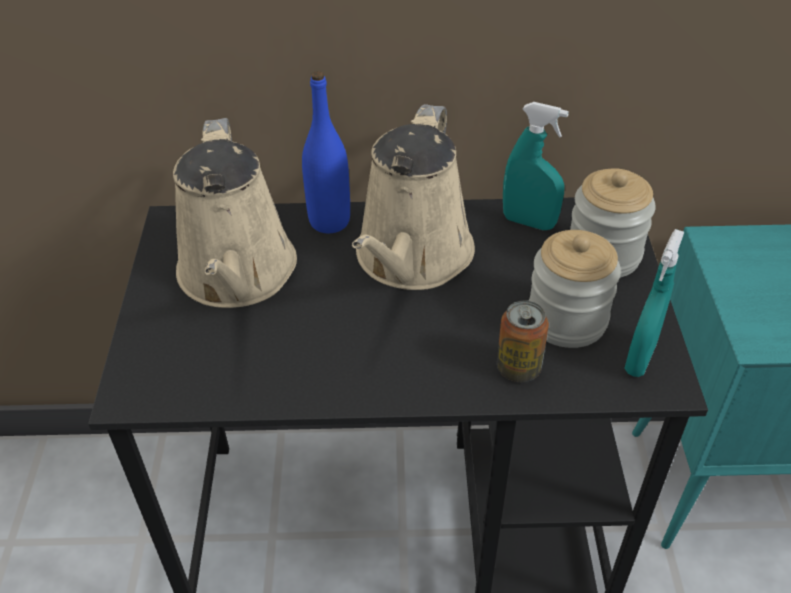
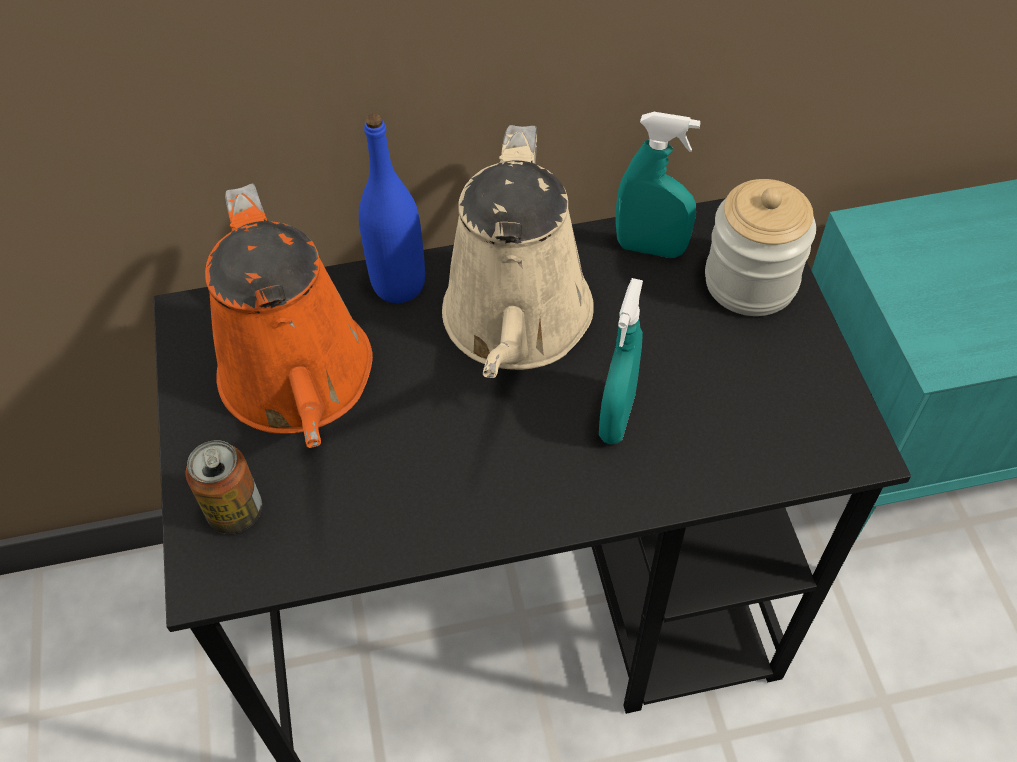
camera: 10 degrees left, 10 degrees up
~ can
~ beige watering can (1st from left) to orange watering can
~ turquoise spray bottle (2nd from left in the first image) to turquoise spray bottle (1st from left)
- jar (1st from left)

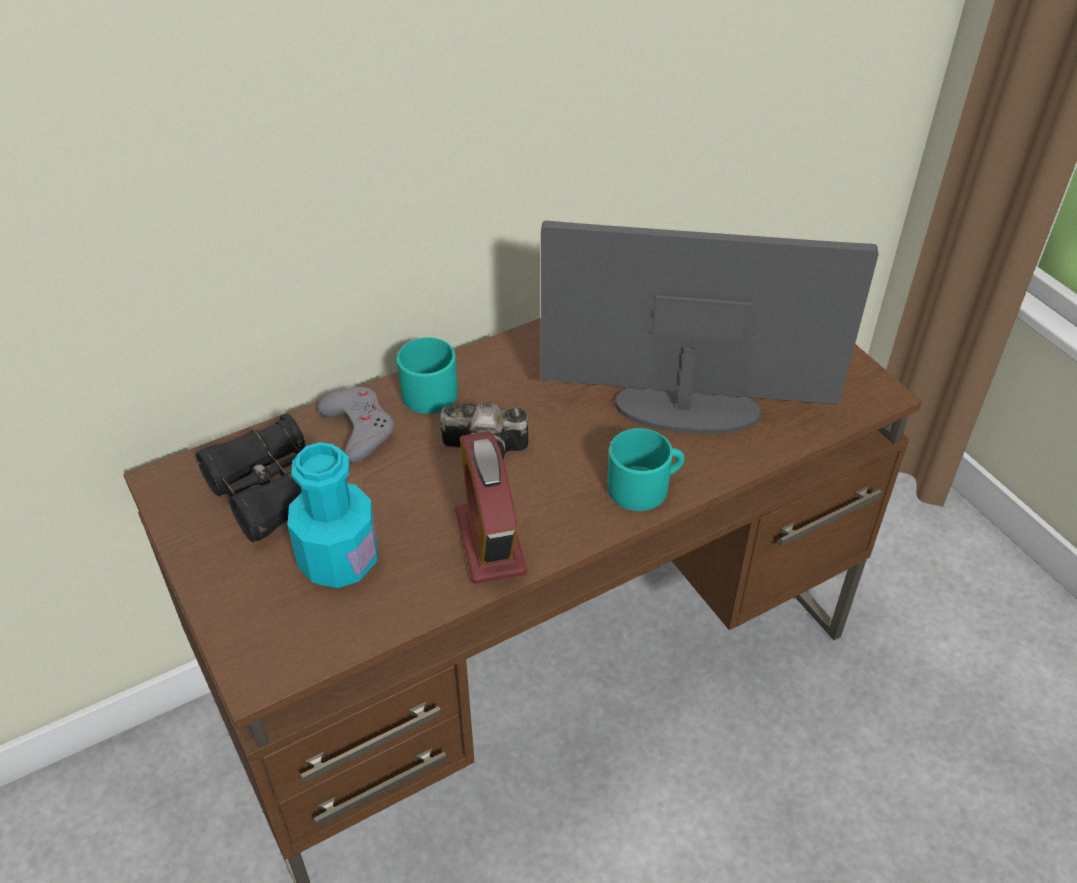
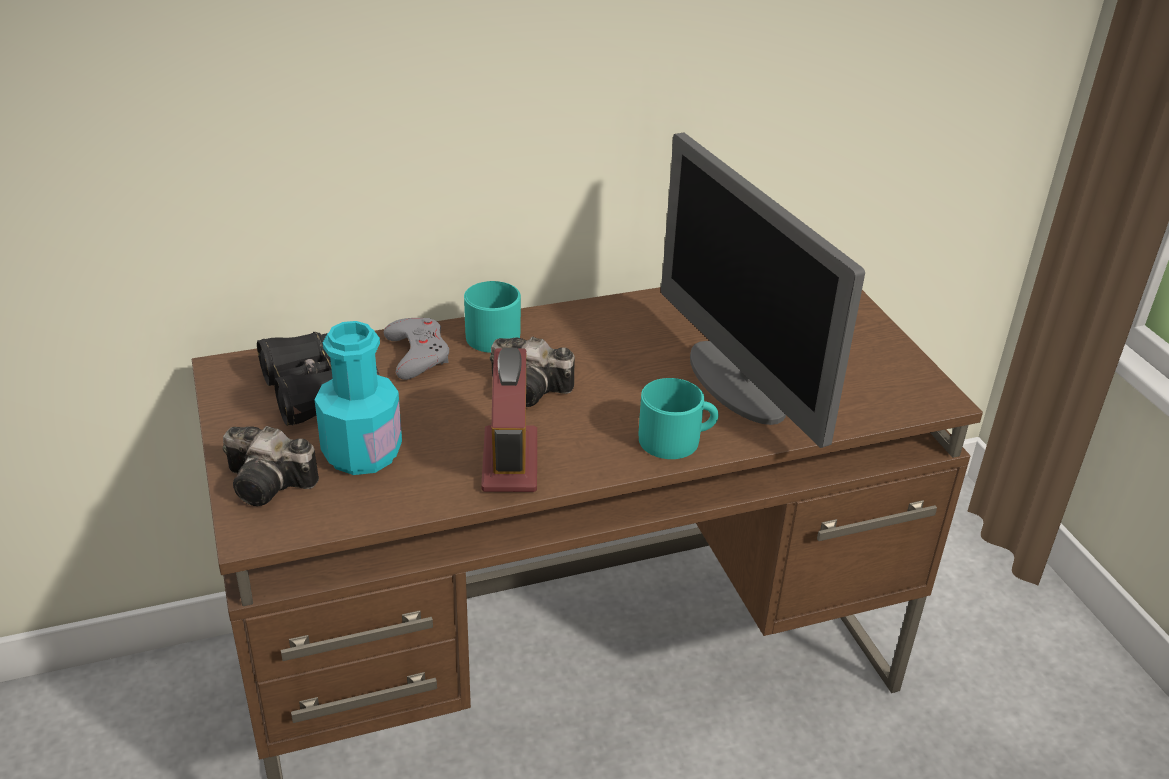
camera: 10 degrees right, 10 degrees down
+ photo camera (1st from left)
~ monitor 135 degrees counterclockwise

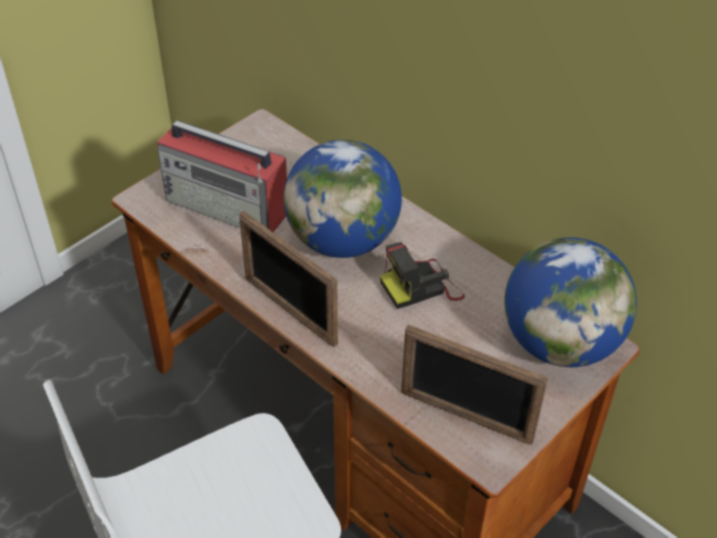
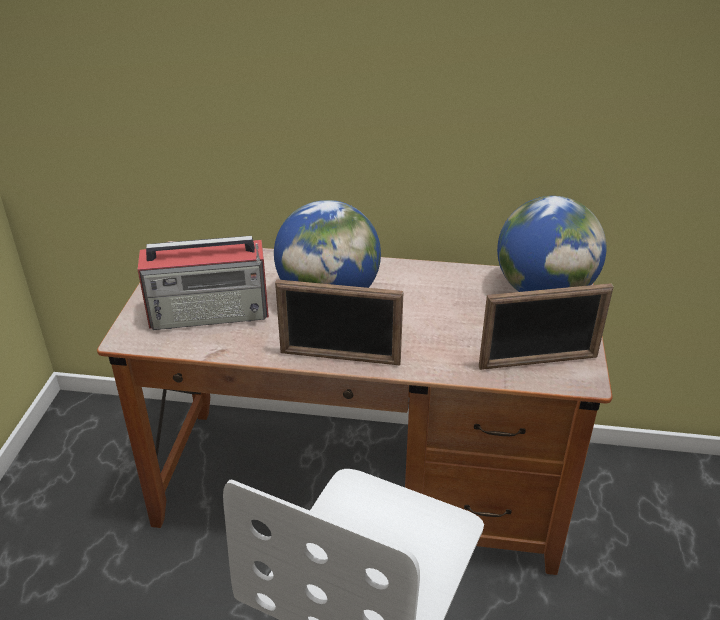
camera: 35 degrees left, 10 degrees down
- photo camera

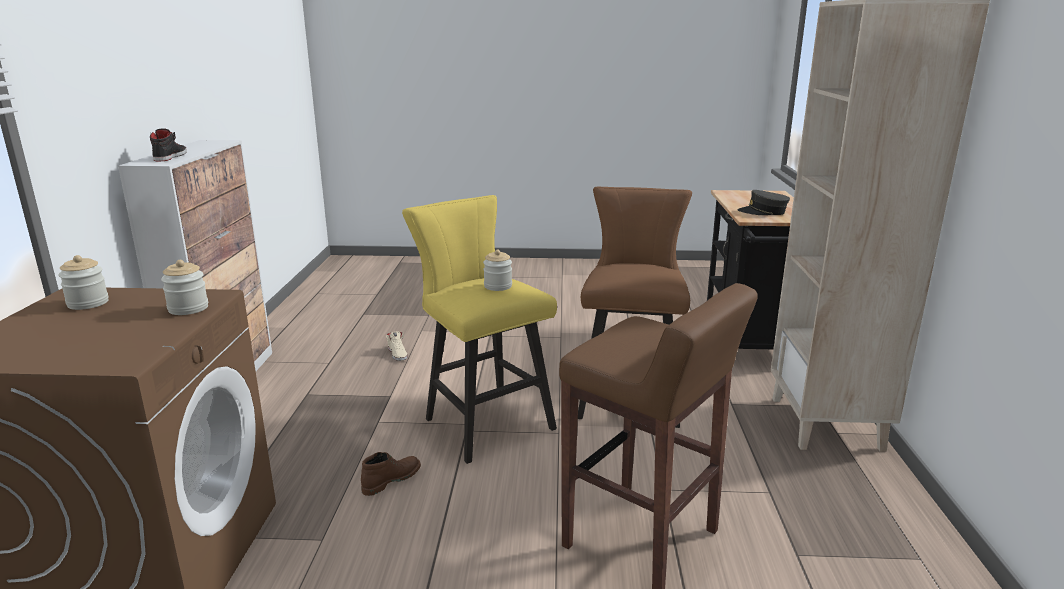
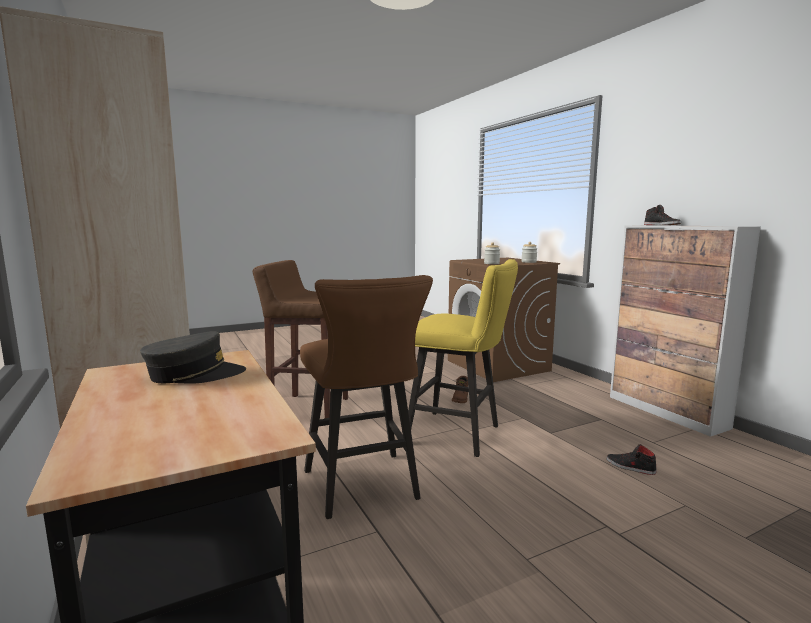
camera: 150 degrees right, 10 degrees down
~ beige shoe to black shoe (1st from left)
- jar (3rd from left)

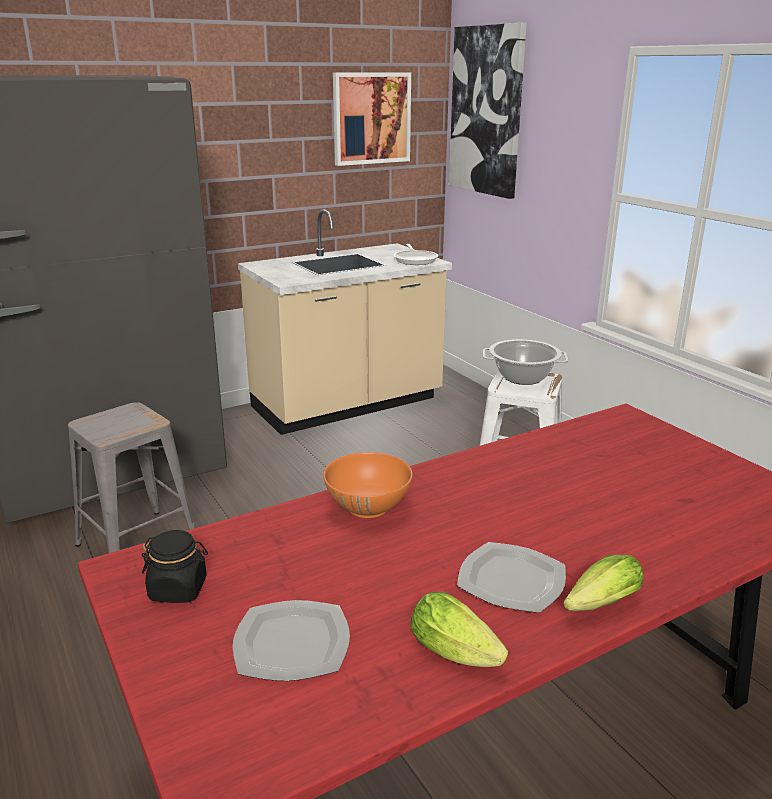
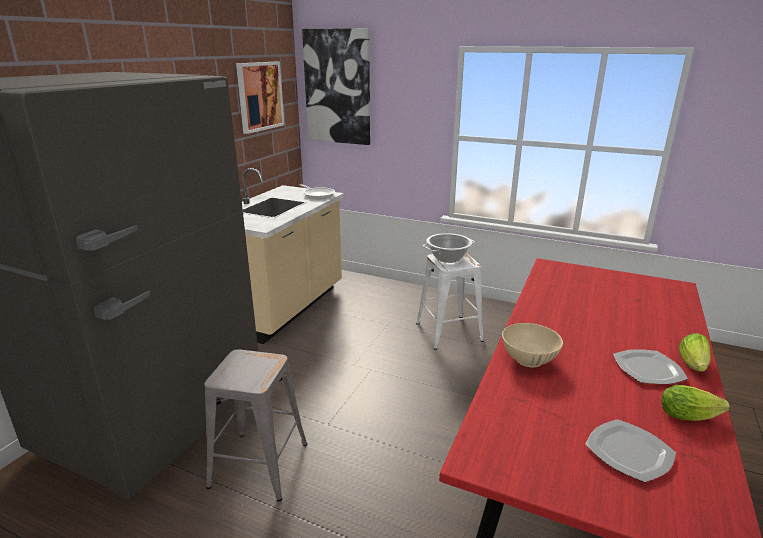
camera: 35 degrees left, 0 degrees up
~ orange bowl to beige bowl
- black jar

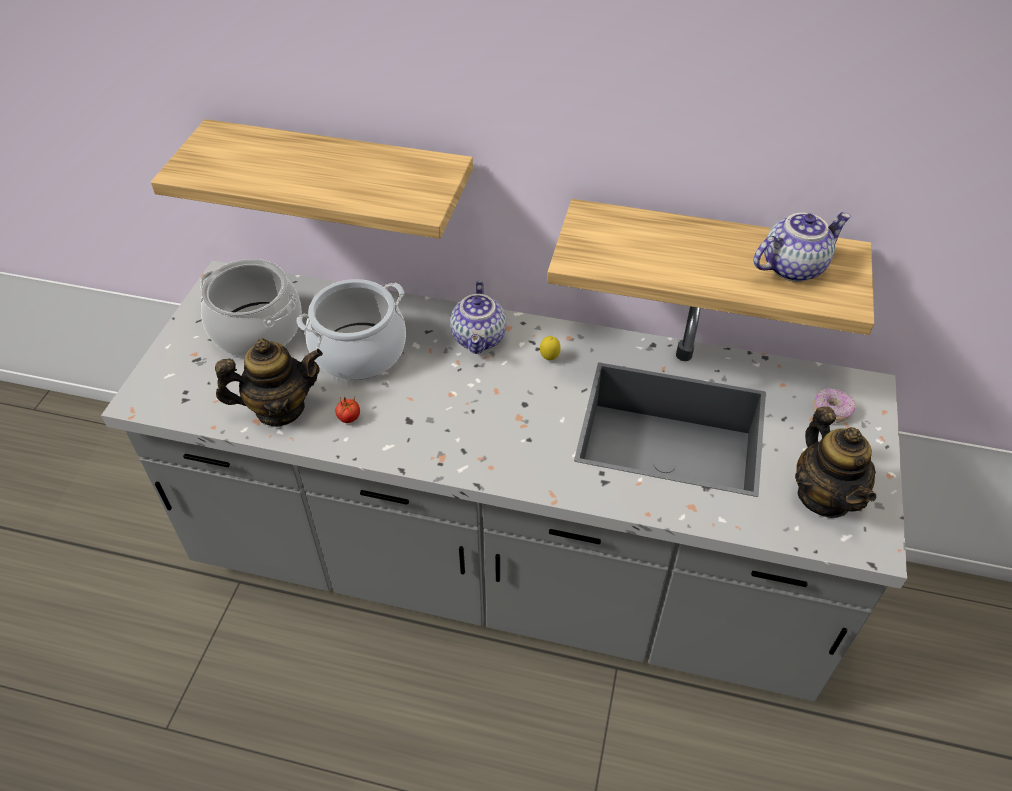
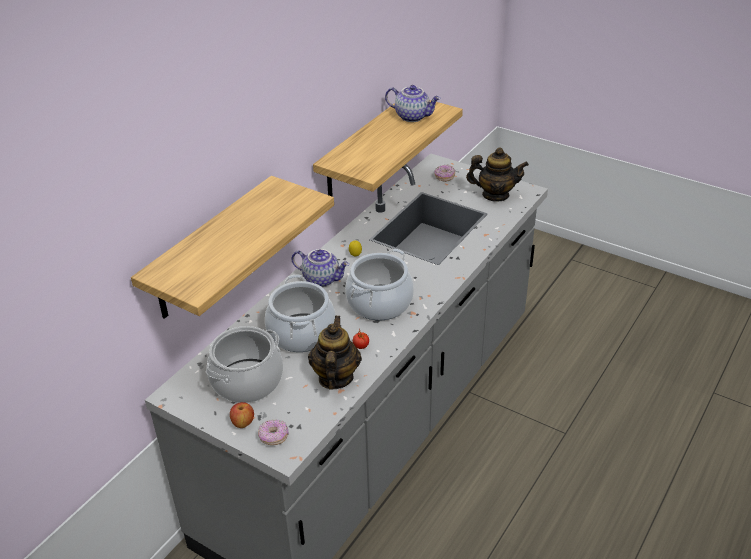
camera: 70 degrees left, 10 degrees down
+ apple
+ donut (1st from left)
+ cooking pot (3rd from left)
~ teapot (3rd from left) 120 degrees clockwise

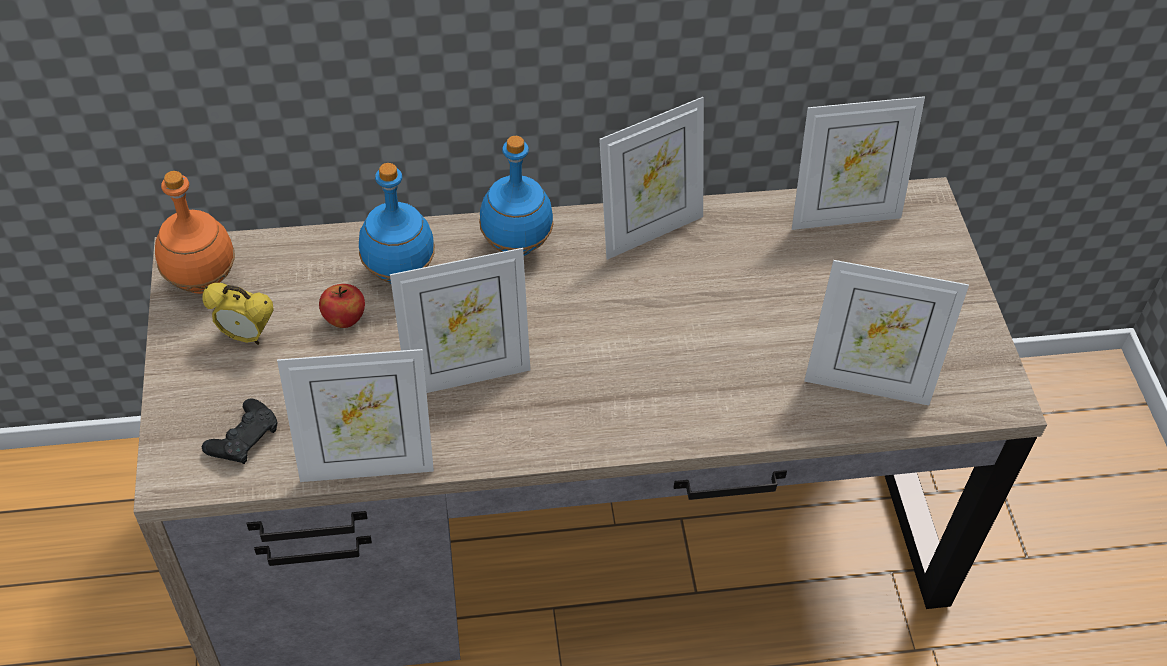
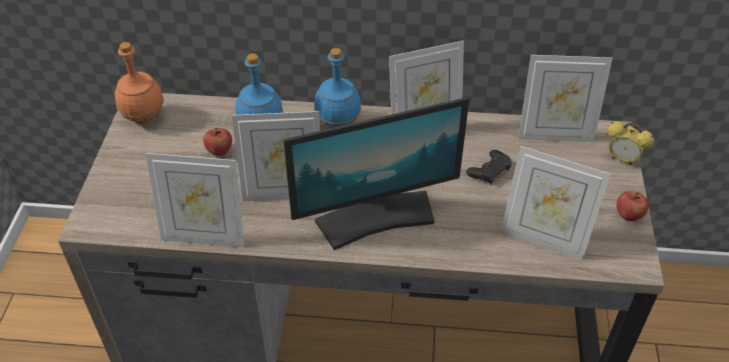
camera: 15 degrees right, 5 degrees down
+ monitor
~ black game controller
~ alarm clock
+ apple (2nd from left)

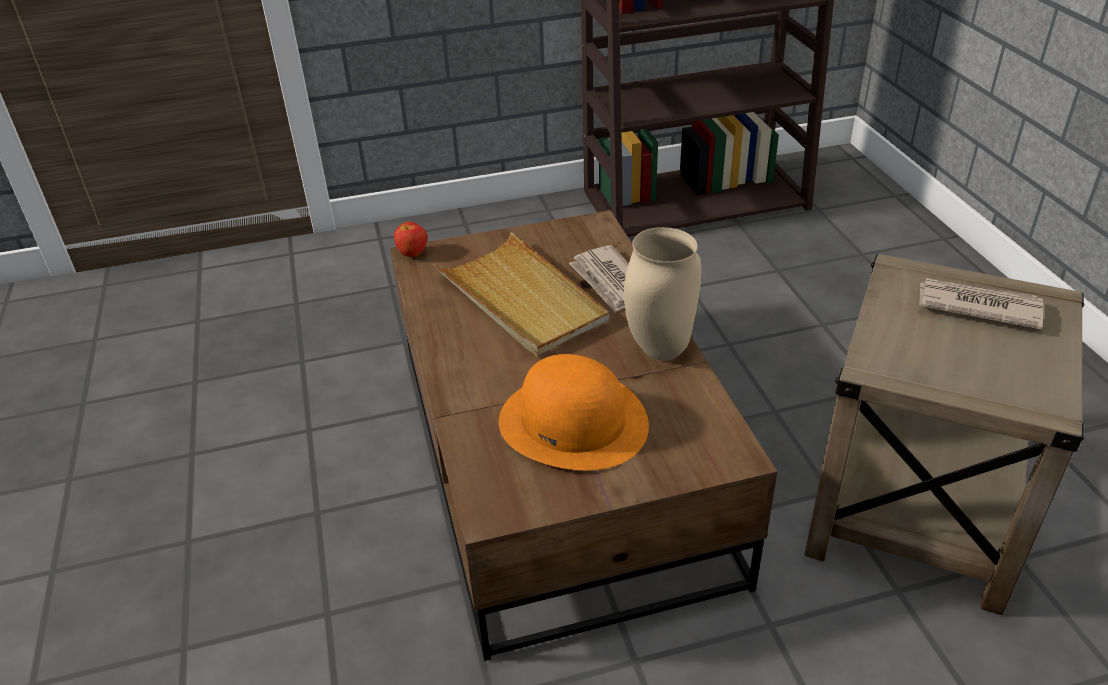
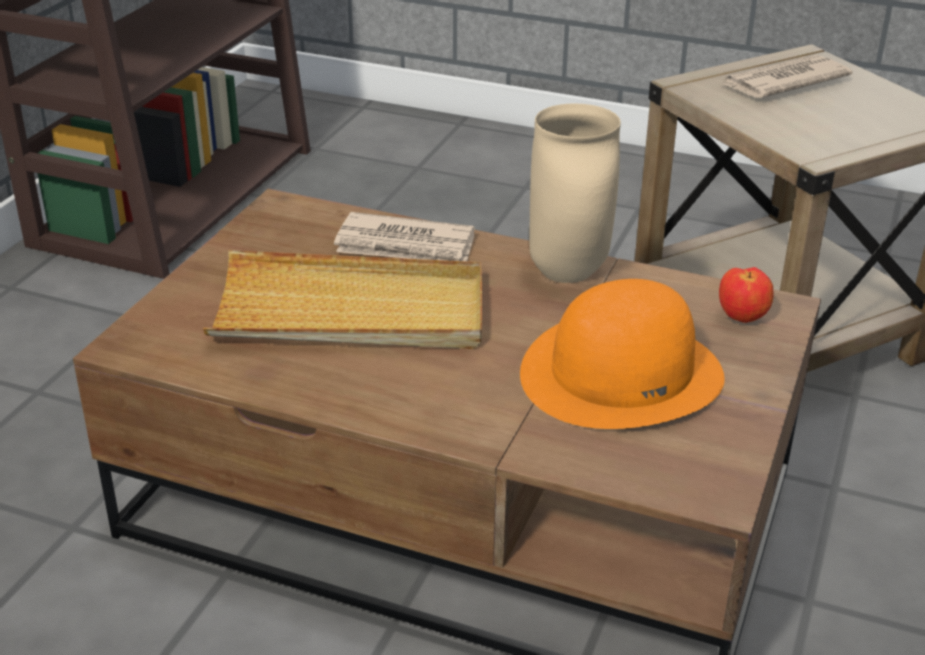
camera: 55 degrees left, 5 degrees down
~ apple

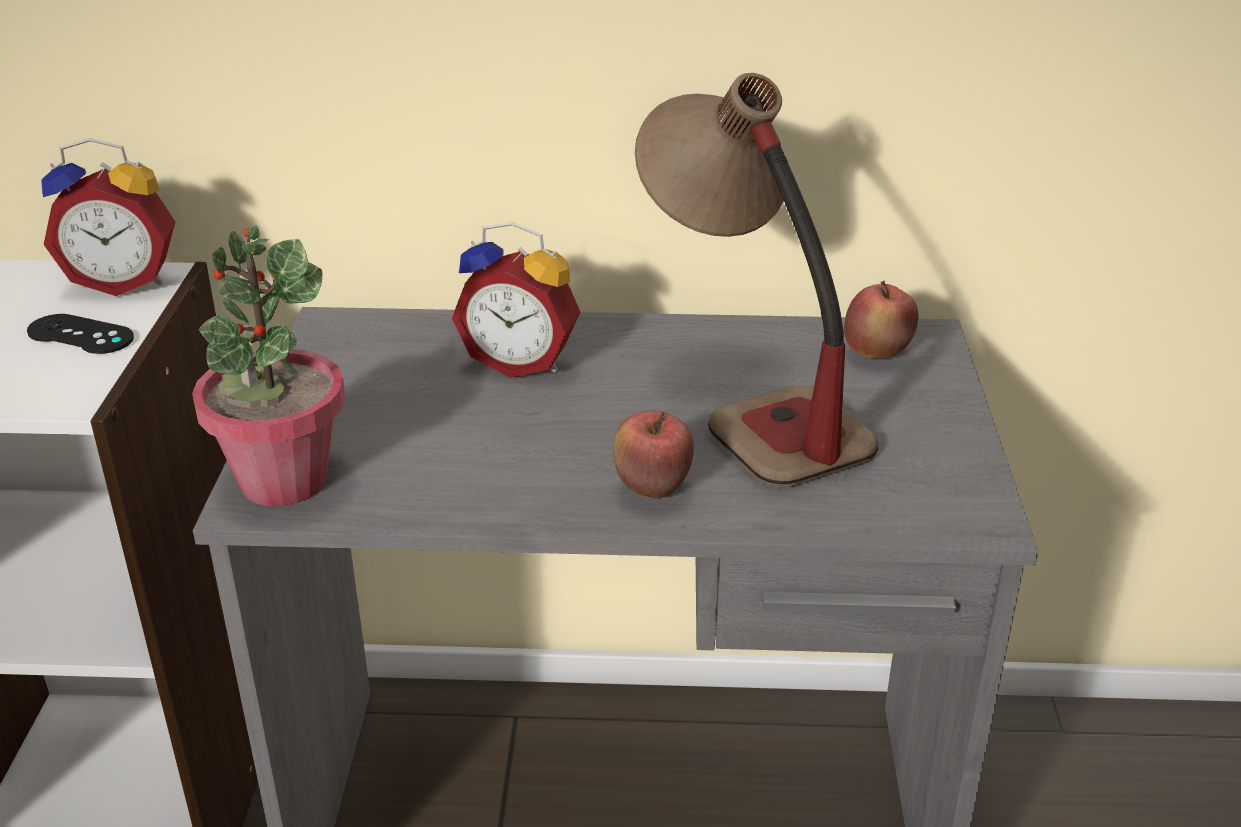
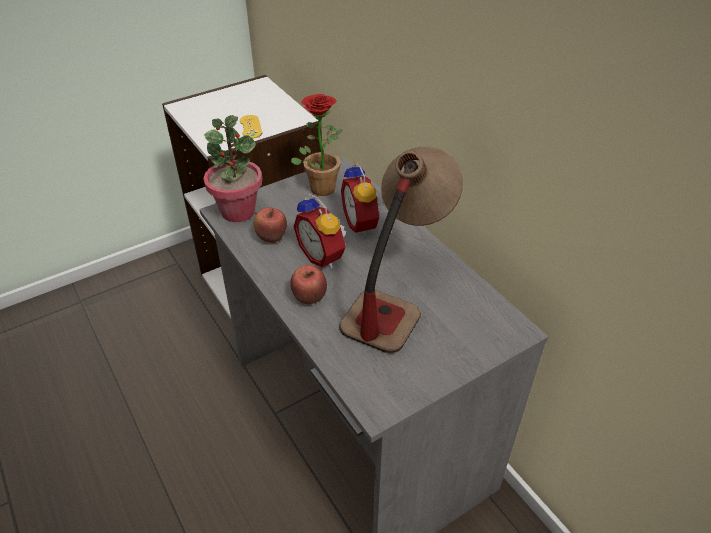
camera: 55 degrees right, 10 degrees up
~ black game controller to yellow game controller
~ apple (2nd from left in the first image) to apple (1st from left)
+ potted plant (2nd from left)
~ alarm clock (1st from left)

